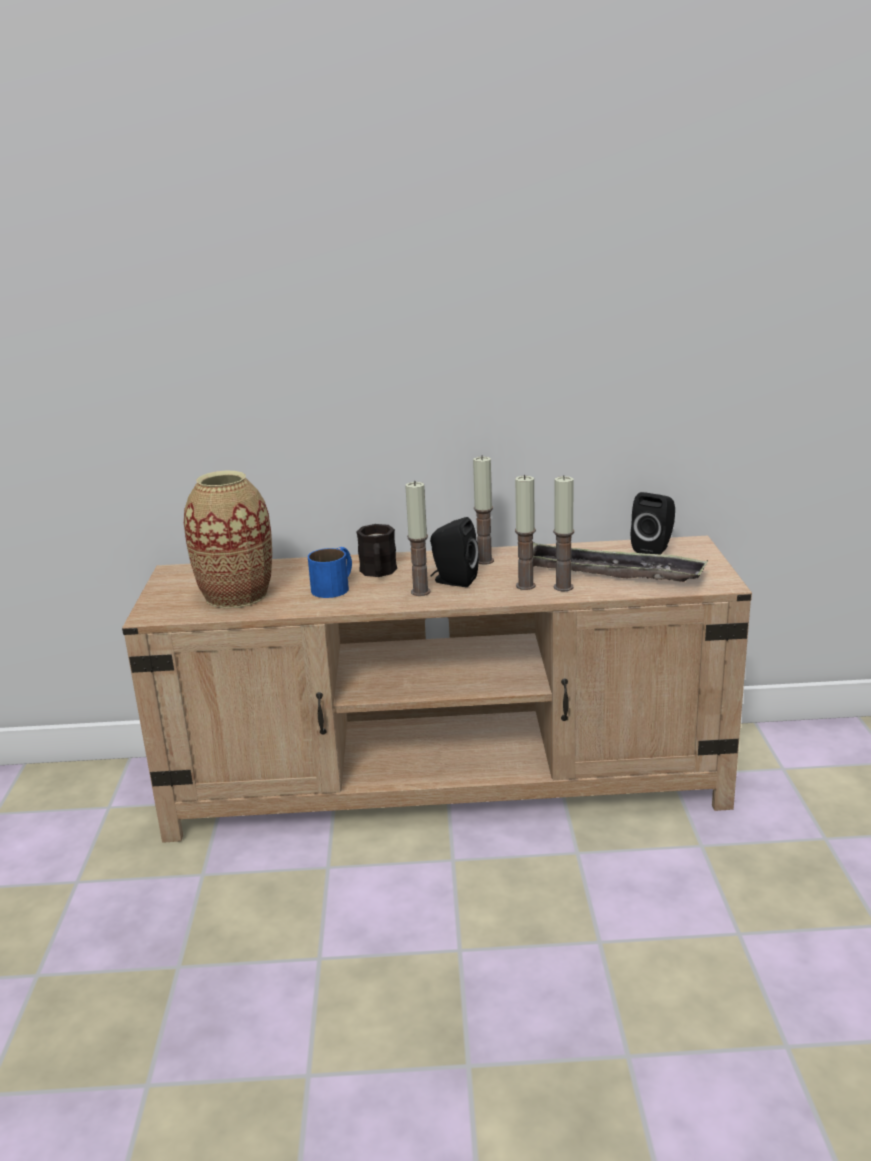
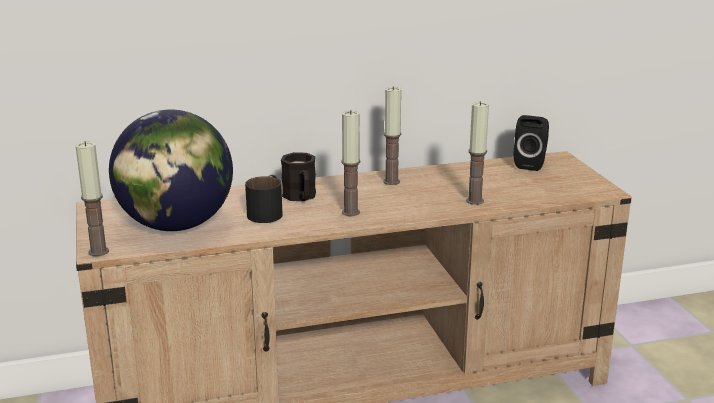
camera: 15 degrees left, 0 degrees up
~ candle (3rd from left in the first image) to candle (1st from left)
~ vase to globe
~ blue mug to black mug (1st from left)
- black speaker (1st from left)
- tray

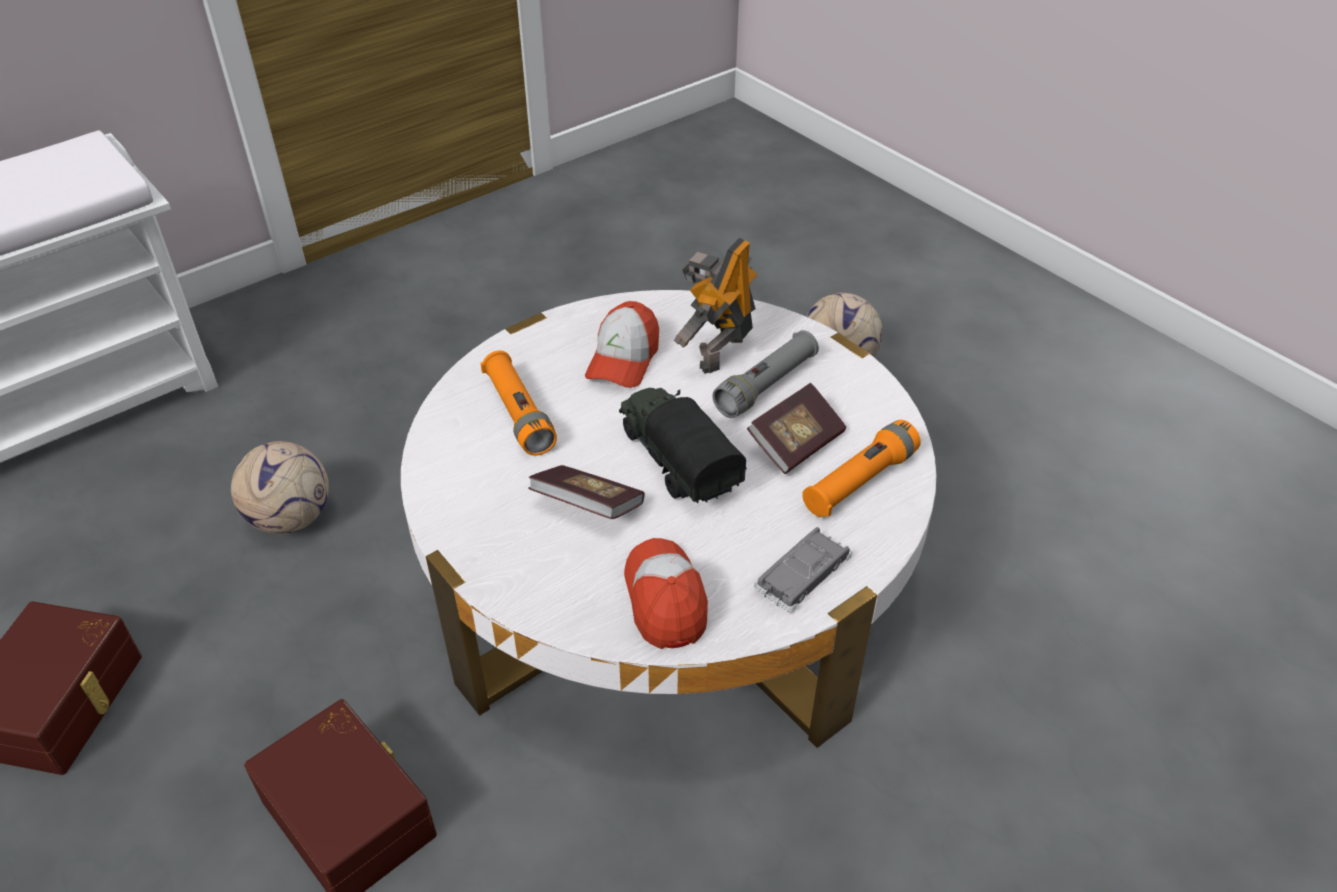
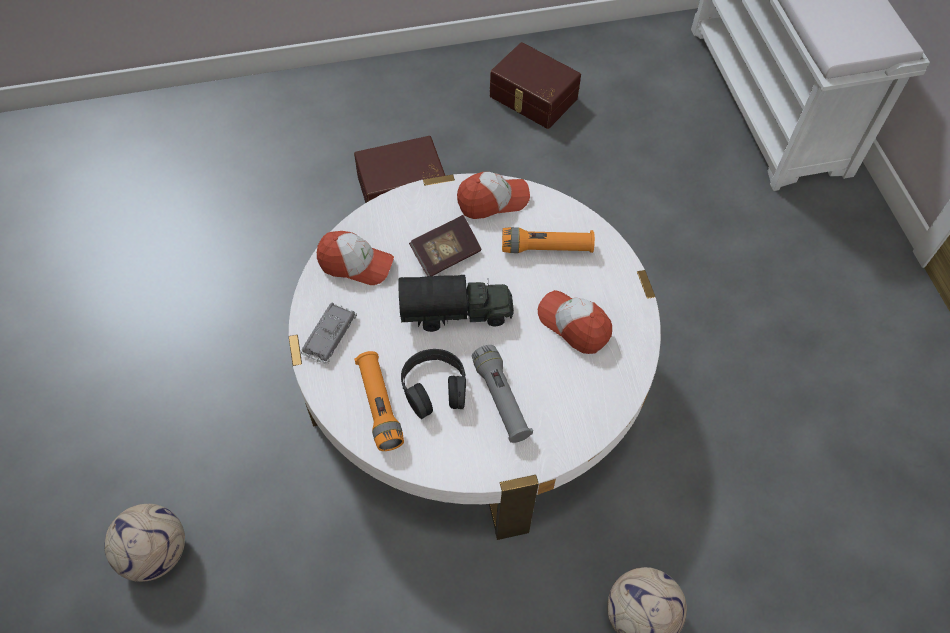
camera: 115 degrees right, 15 degrees up
~ football (1st from left)
~ grey toy car 135 degrees counterclockwise
~ book (2nd from left) to black headphones
+ cap (2nd from left)
- toy robot

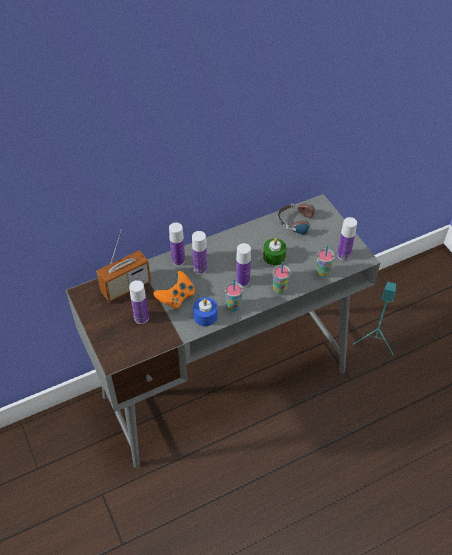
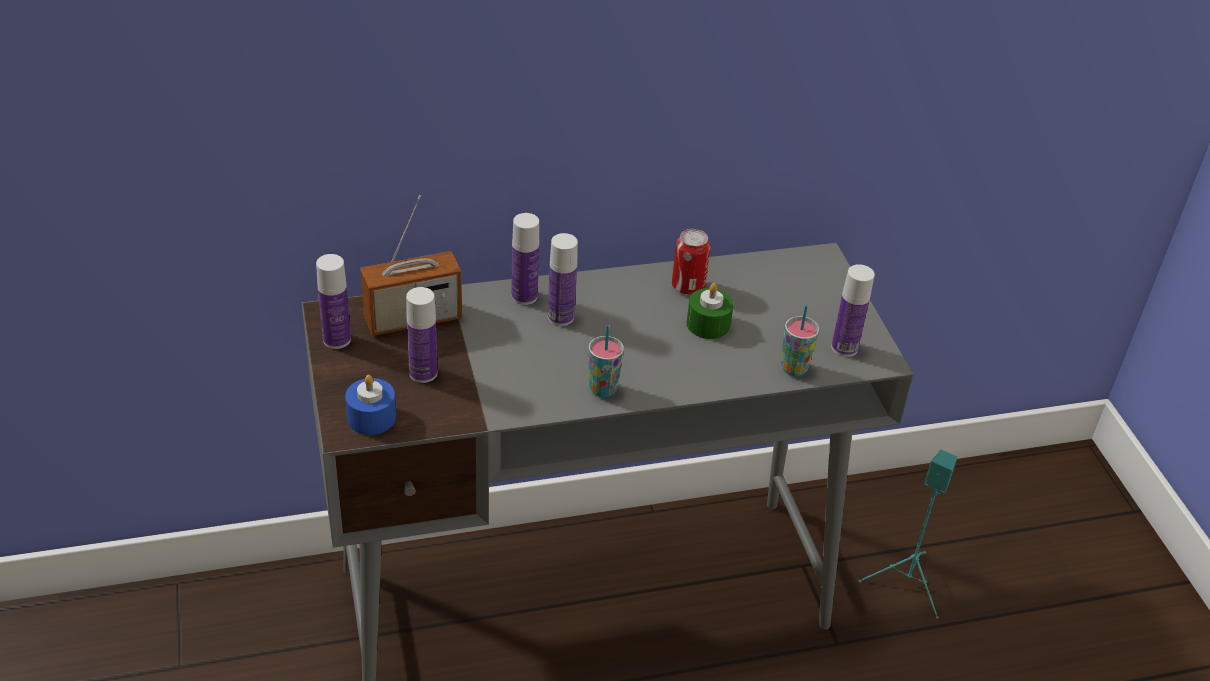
camera: 10 degrees right, 10 degrees down
~ bottle (4th from left in the first image) to bottle (1st from left)
~ blue candle
+ can
- orange game controller
- cup (2nd from left)
- headphones

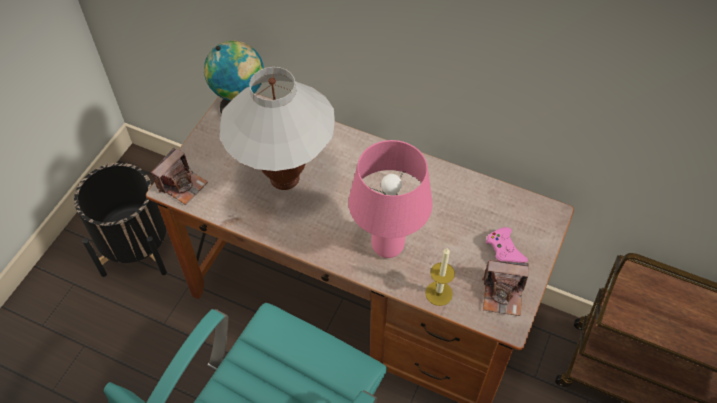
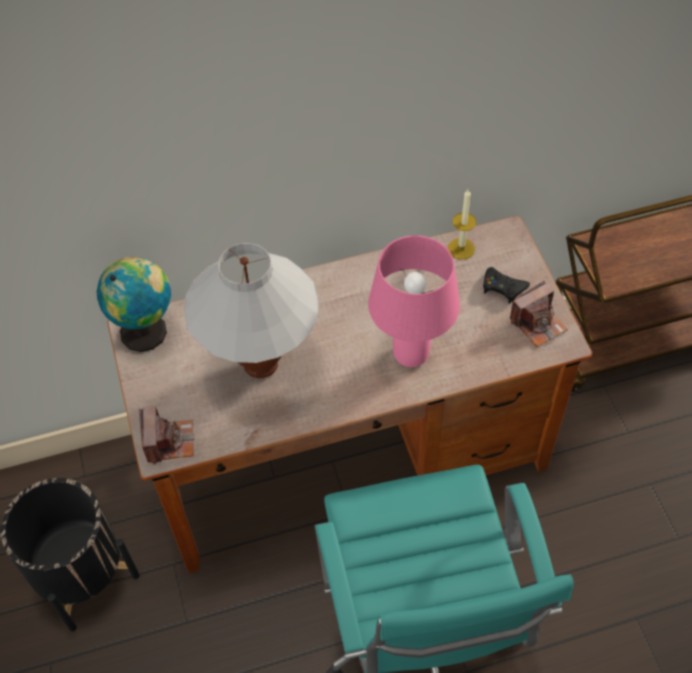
camera: 40 degrees left, 0 degrees up
~ candle
~ pink game controller to black game controller

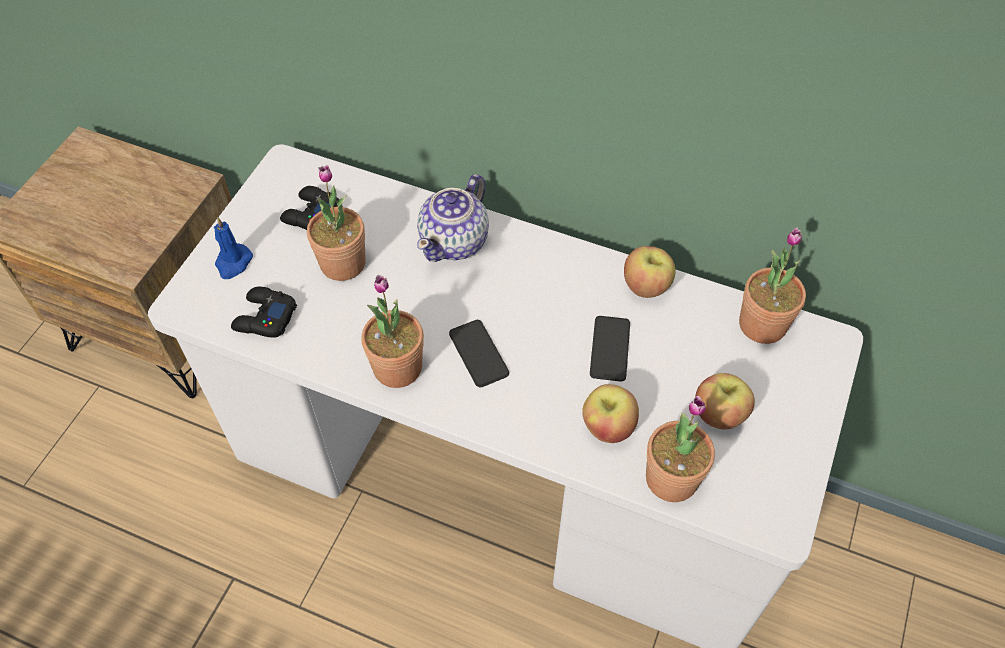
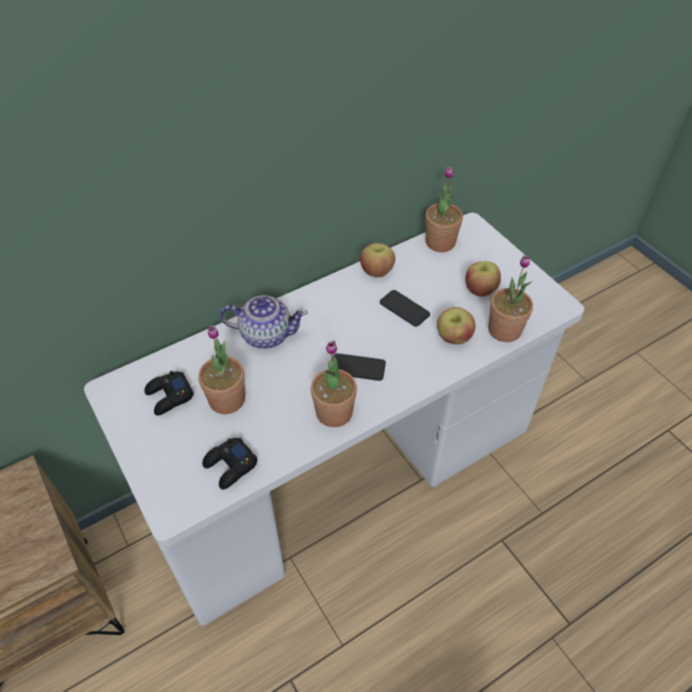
camera: 55 degrees left, 5 degrees down
~ teapot 60 degrees counterclockwise
- blue candle

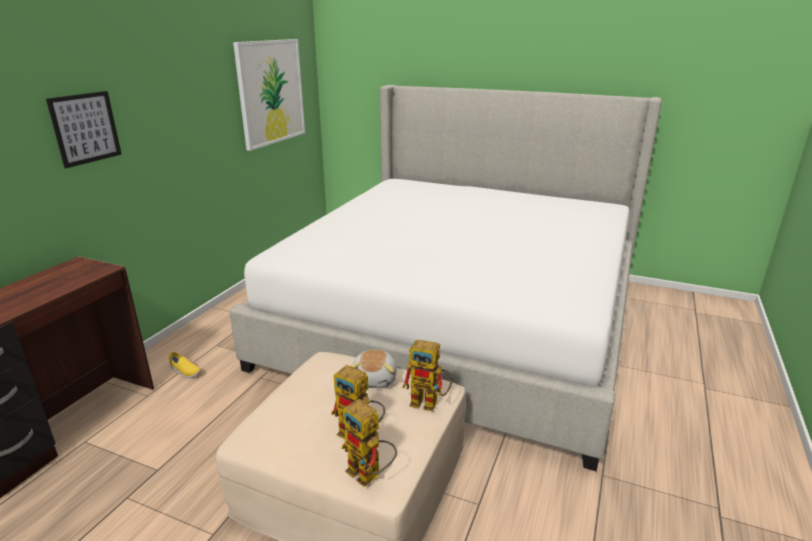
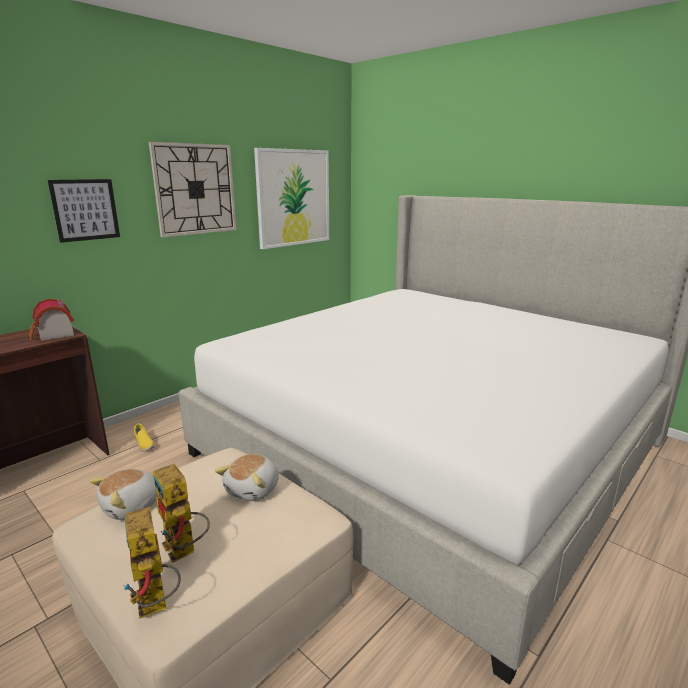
camera: 20 degrees right, 5 degrees down
+ toy house
+ plush toy (1st from left)
+ wall clock
- toy robot (3rd from left)

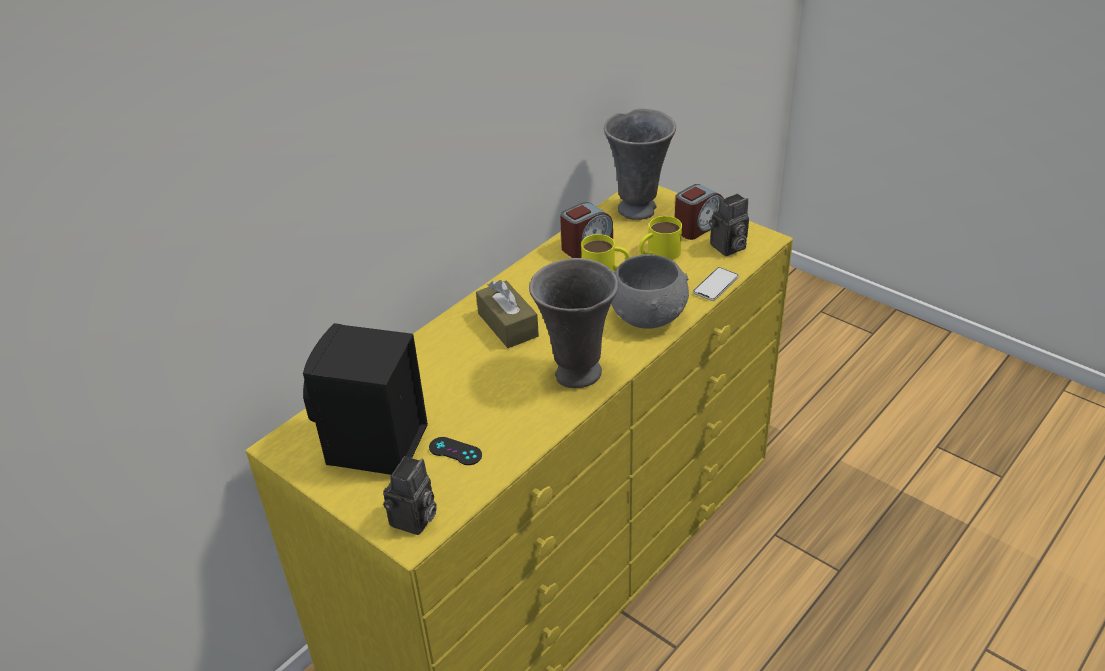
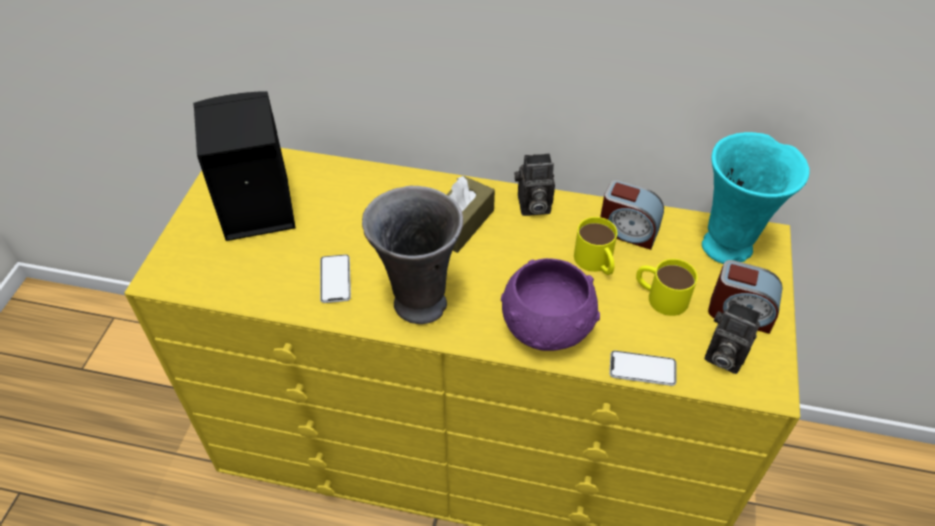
camera: 60 degrees right, 10 degrees up
+ phone (1st from left)
~ grey bowl to purple bowl
~ photo camera (1st from left)
~ grey vase (2nd from left) to turquoise vase
- black game controller

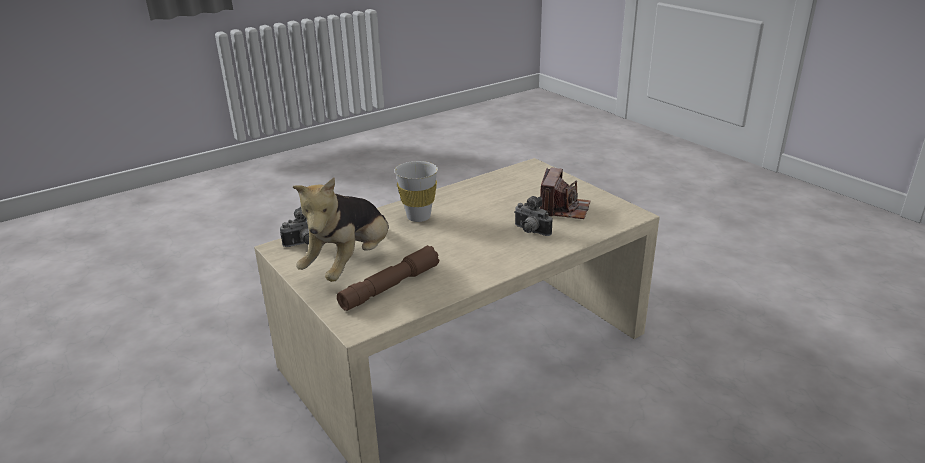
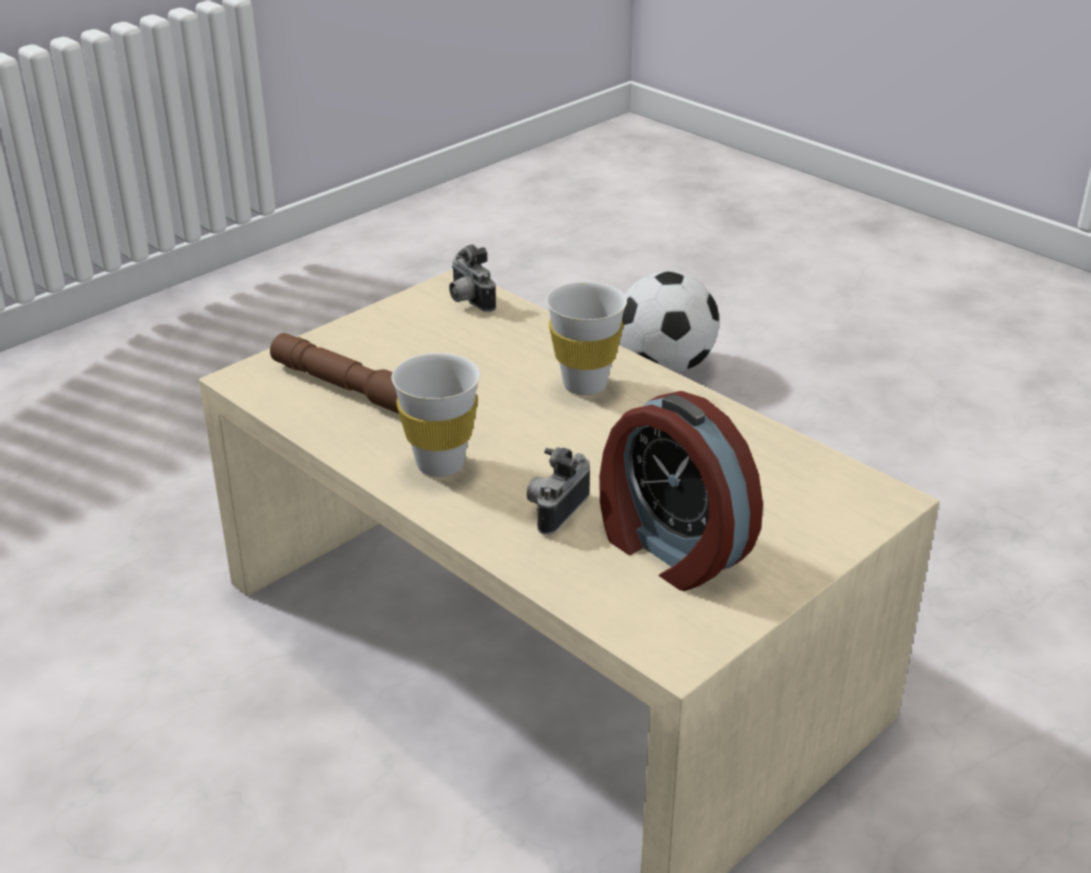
camera: 80 degrees right, 5 degrees up
+ white cup (1st from left)
~ photo camera (3rd from left) to alarm clock
+ football
- plush toy

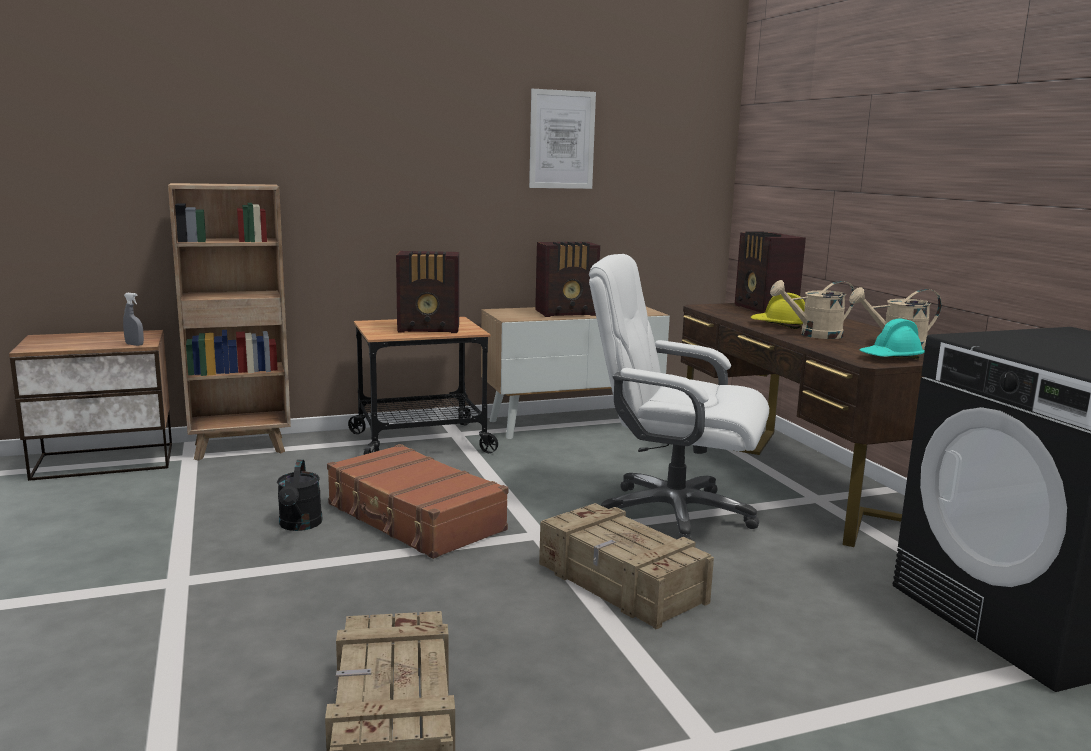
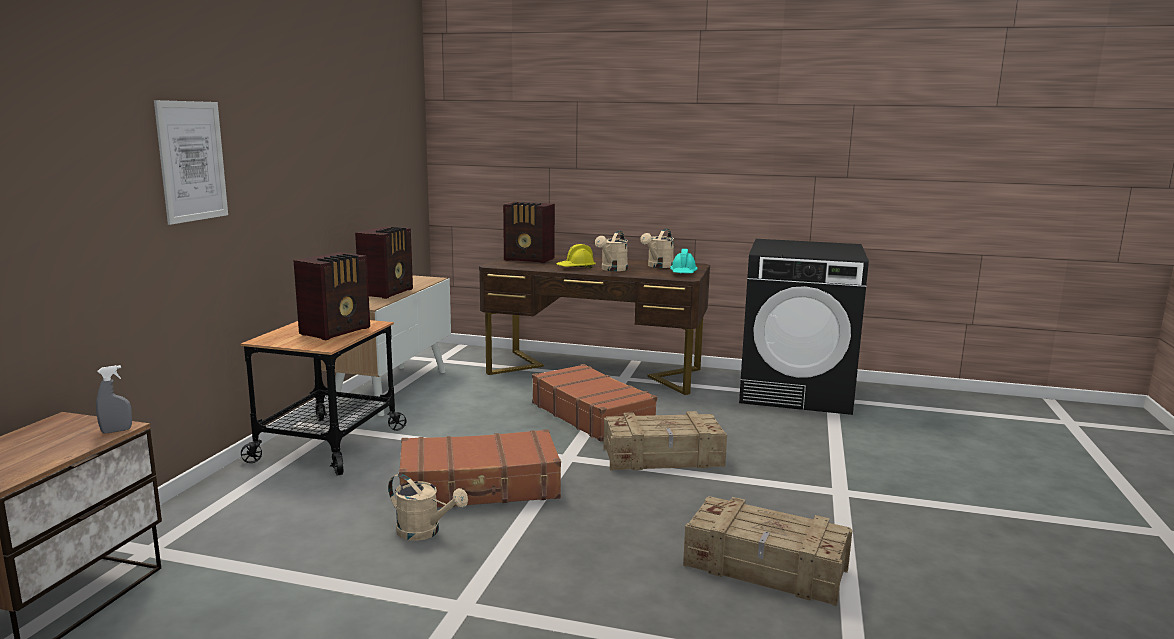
camera: 55 degrees left, 0 degrees up
~ picture
~ black watering can to beige watering can (1st from left)
~ white office chair to brown suitcase (2nd from left)
- brown bookcase

